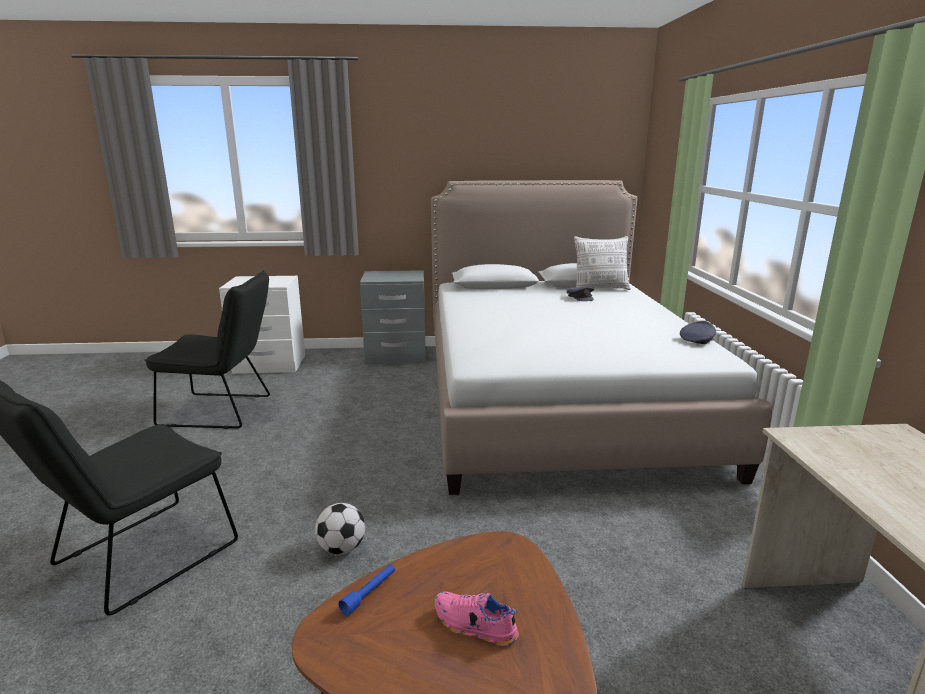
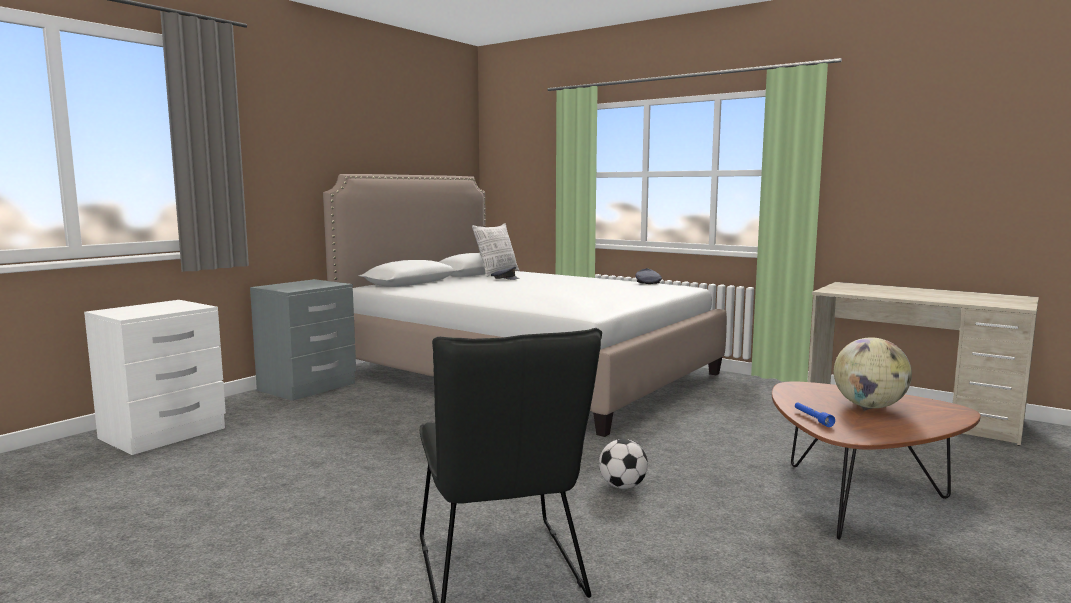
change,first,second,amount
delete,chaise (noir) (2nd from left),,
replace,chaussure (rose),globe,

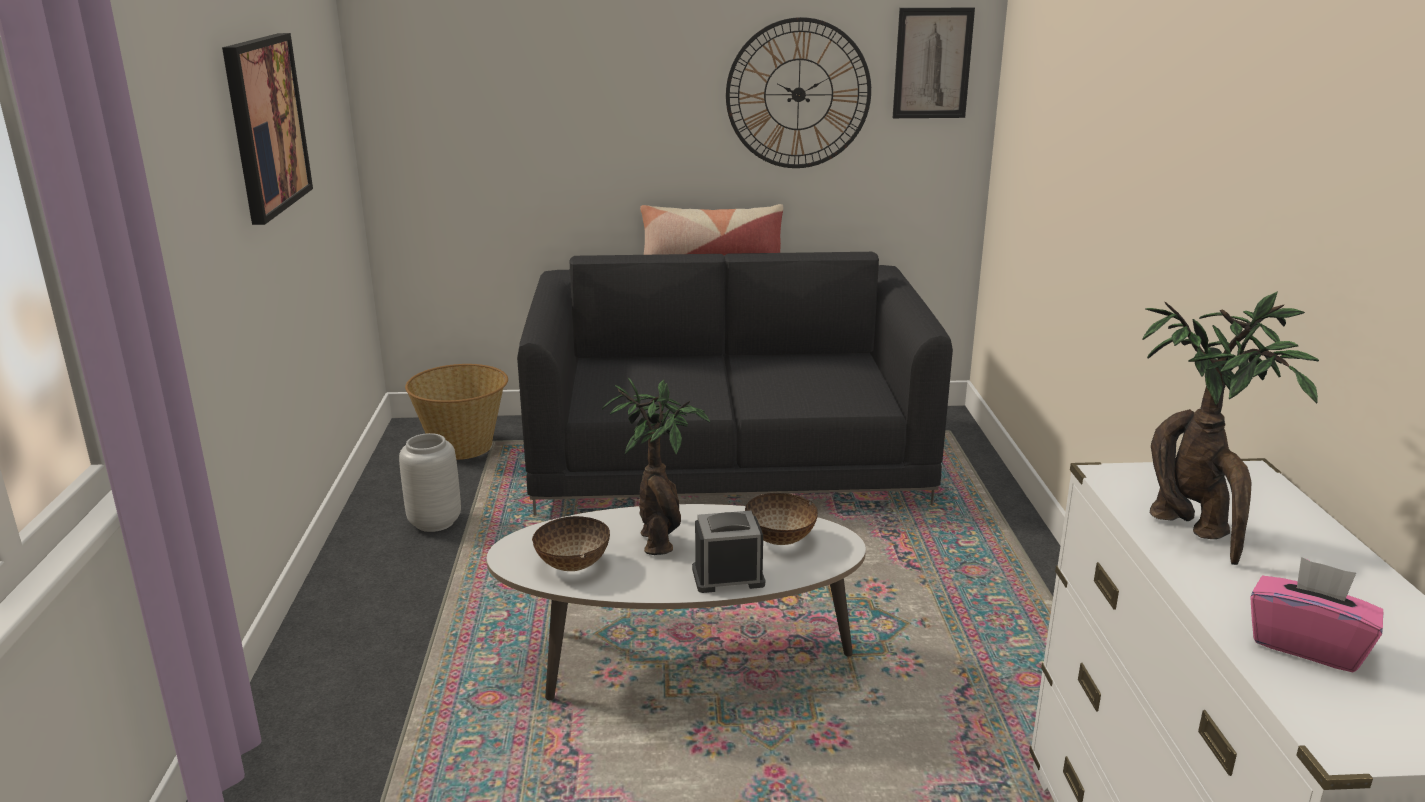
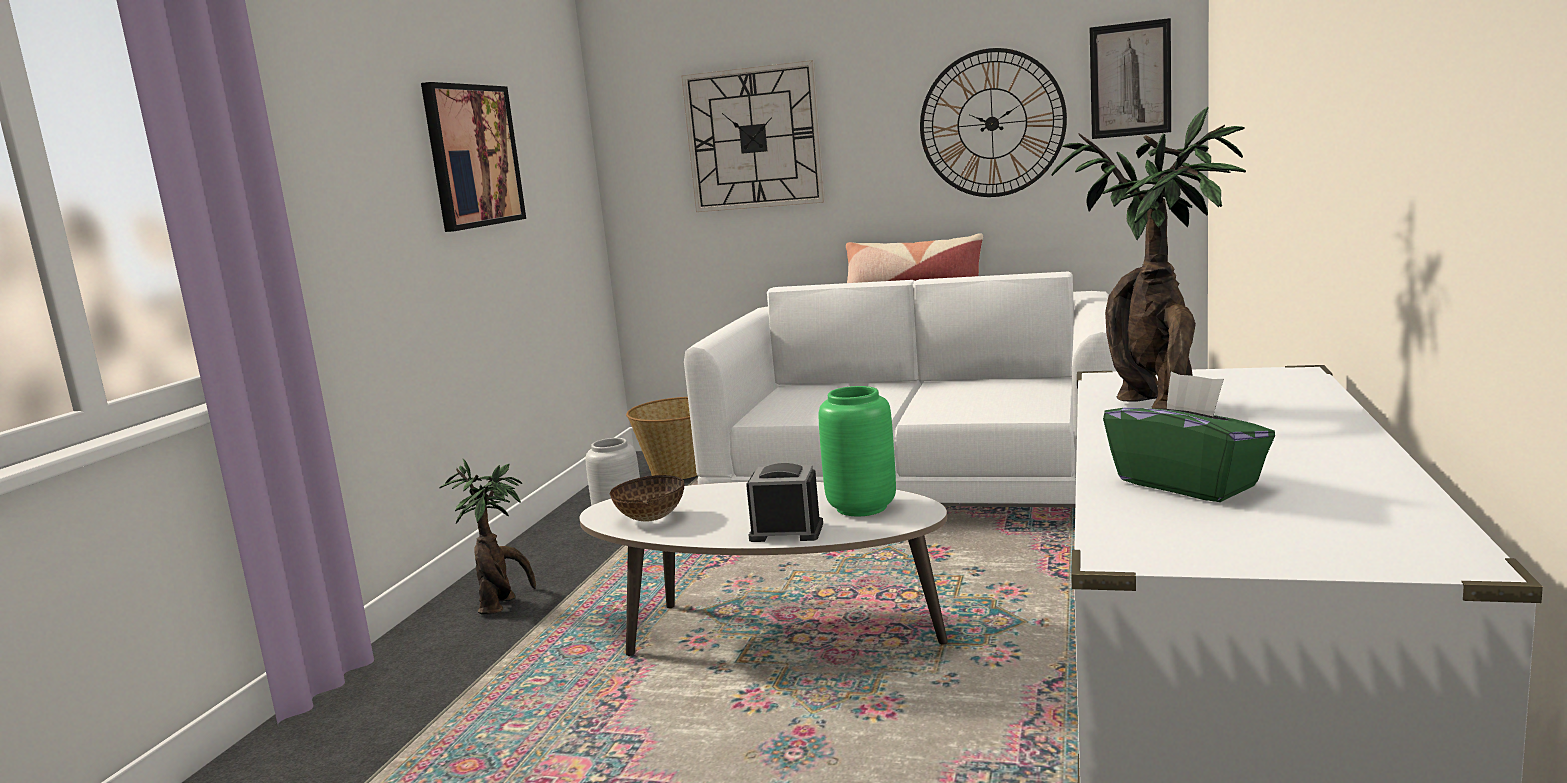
change,first,second,amount
recolor,canapé (noir),canapé (blanc),
move,plante en pot (1st from left),,
replace,bol (2nd from left),vase (vert),
recolor,boîte à mouchoirs (rose),boîte à mouchoirs (vert),
insert,,horloge murale (1st from left),

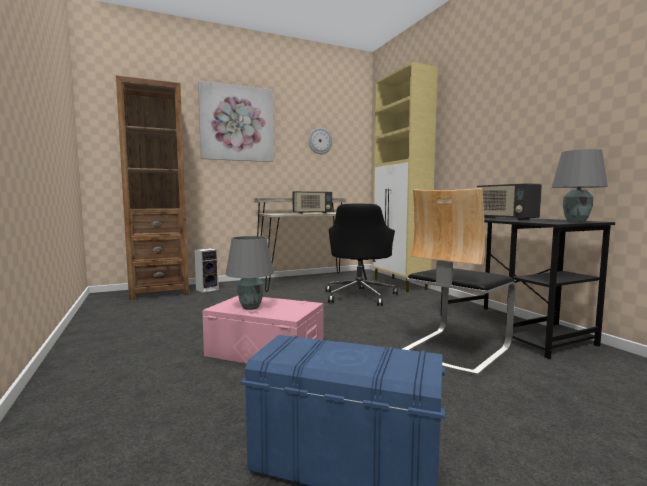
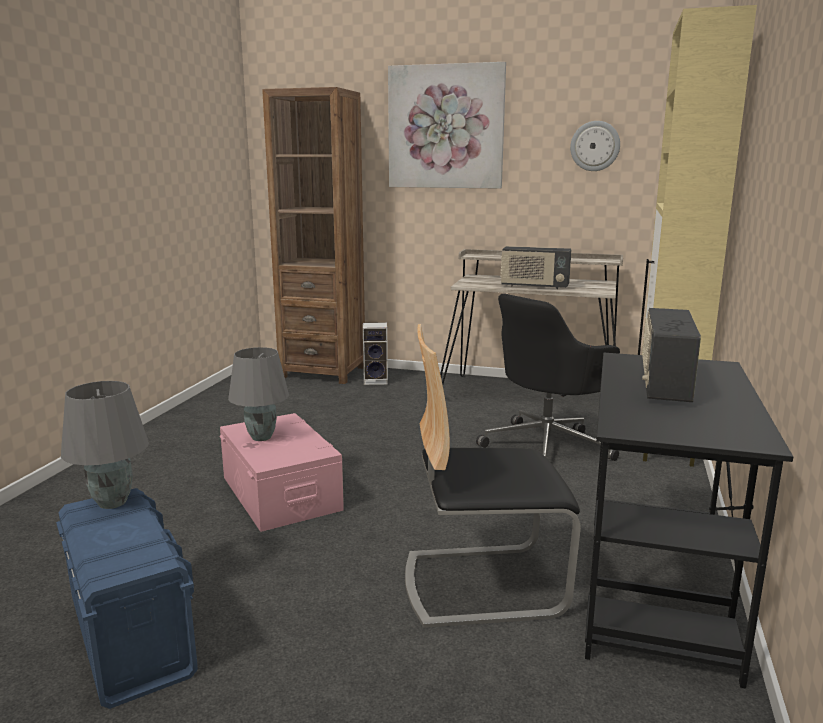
change,first,second,amount
move,lampe de table (gris) (2nd from left in the first image),lampe de table (gris) (1st from left),

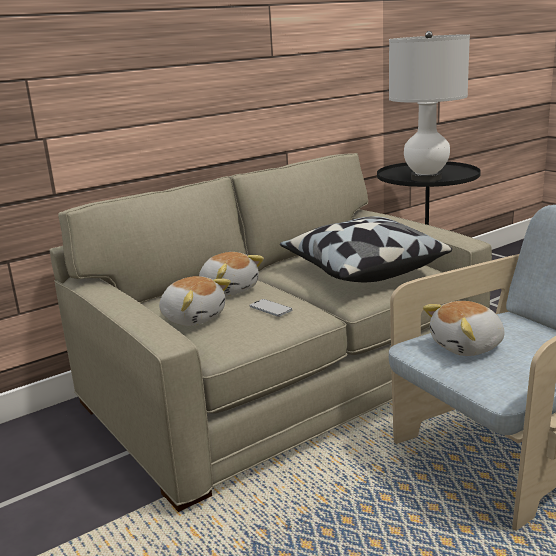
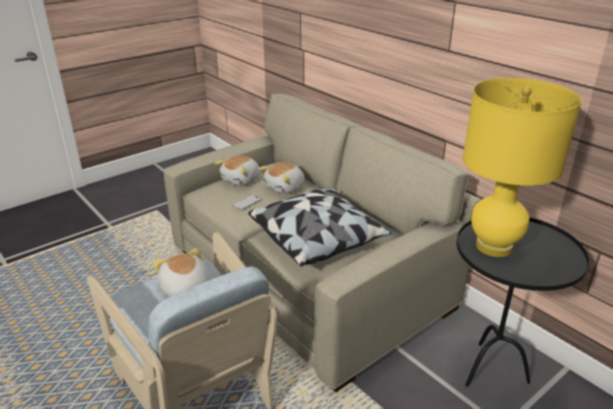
change,first,second,amount
recolor,lampe de table (blanc),lampe de table (jaune),

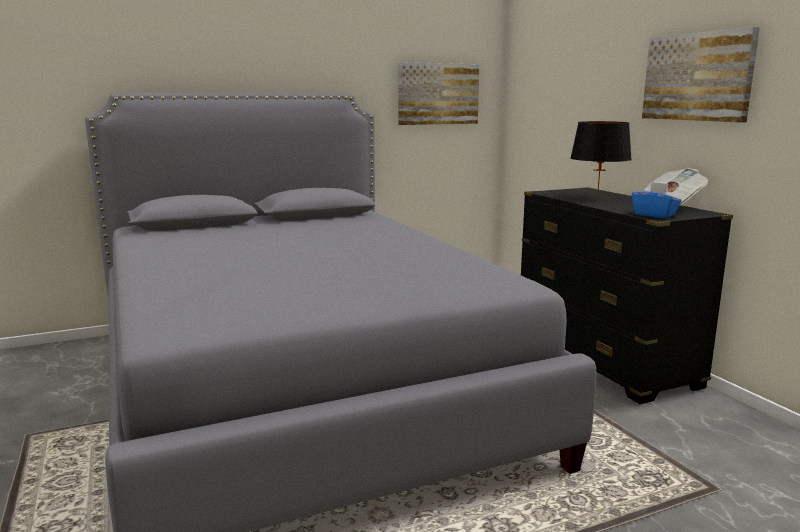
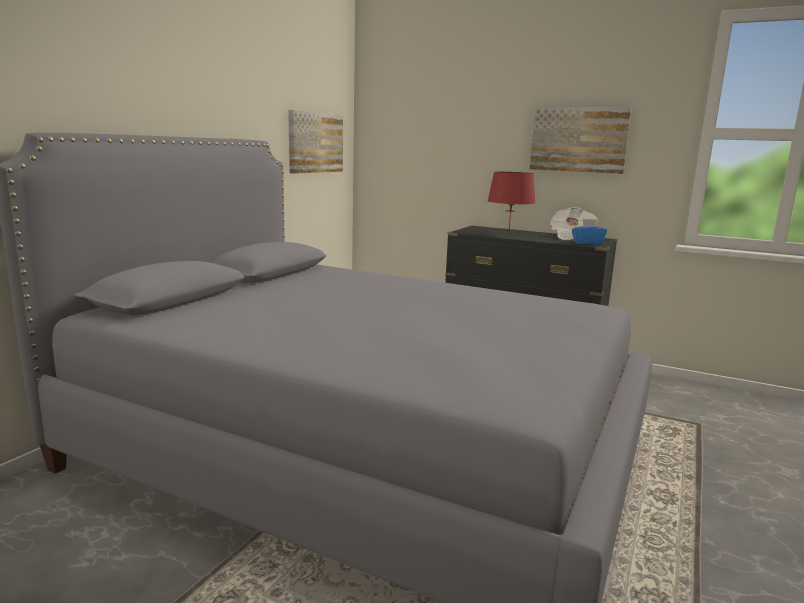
change,first,second,amount
recolor,lampe de table (noir),lampe de table (rouge),

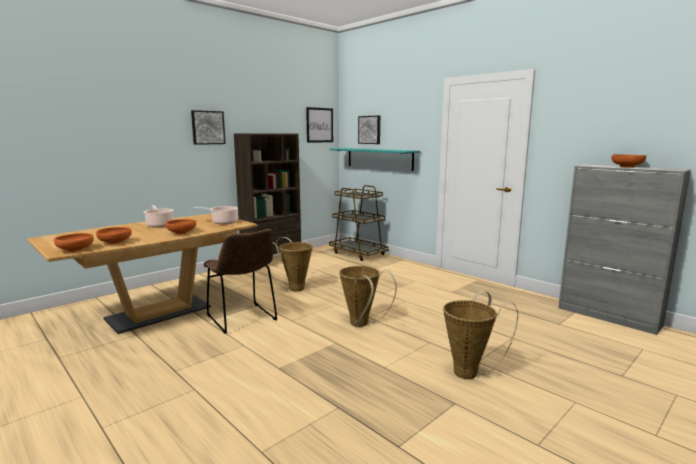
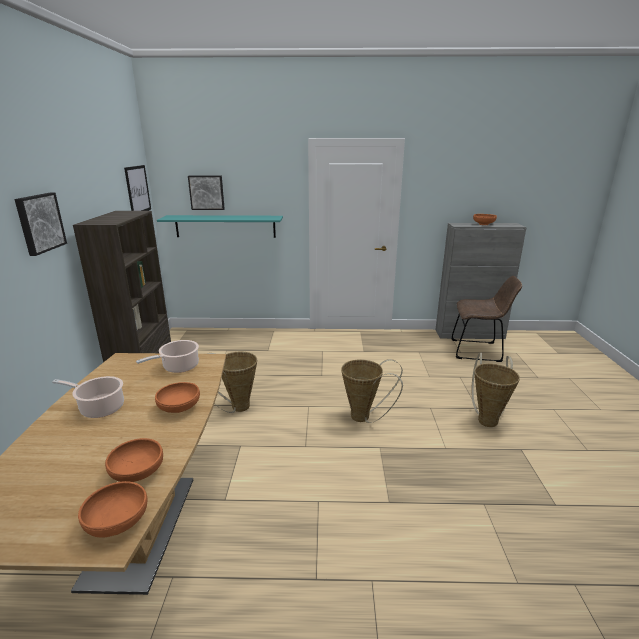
change,first,second,amount
move,chaise (marron),,
delete,chariot (marron),,

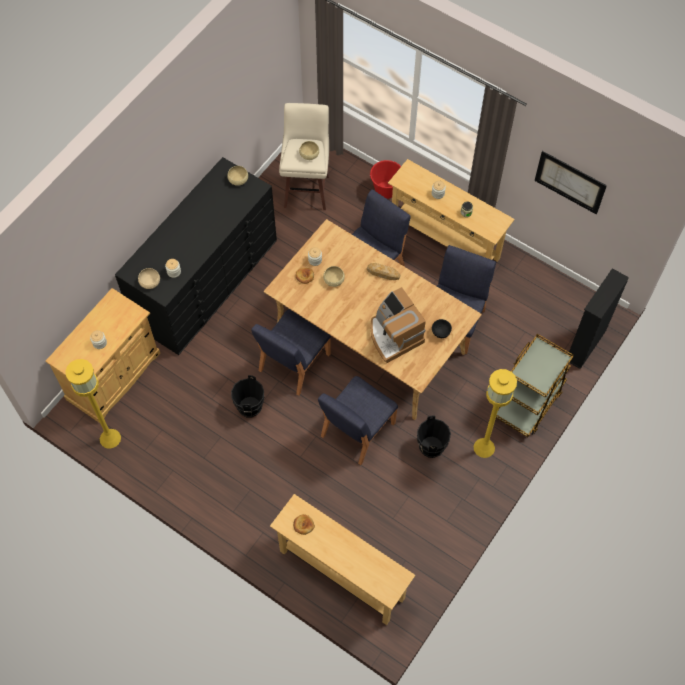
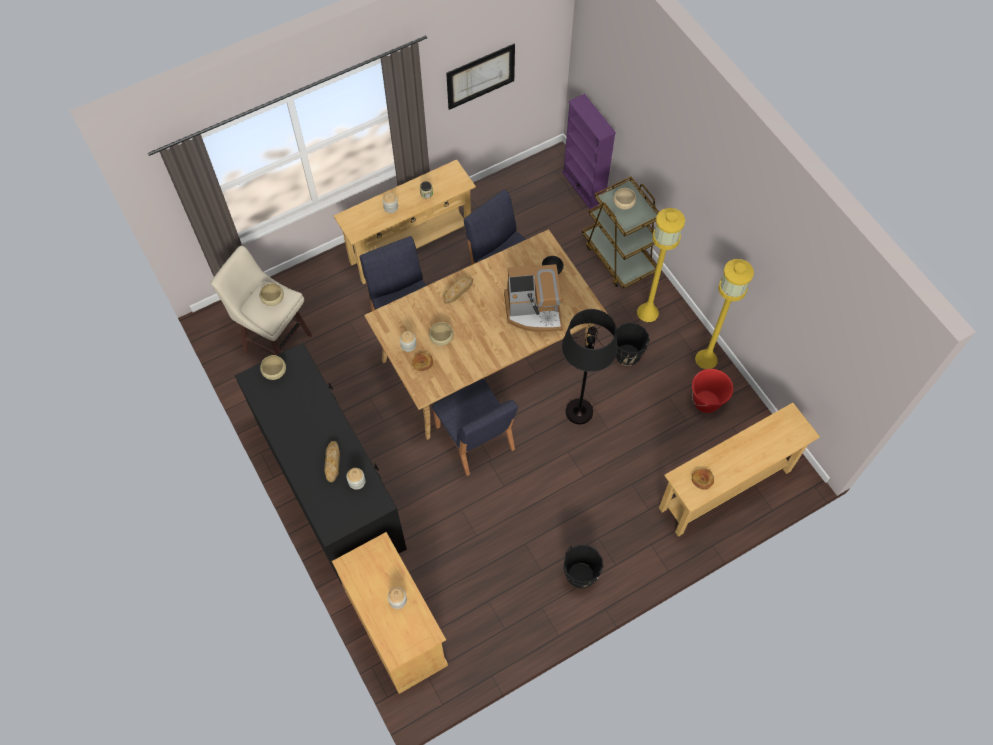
change,first,second,amount
move,lampadaire (jaune) (1st from left in the first image),lampadaire (jaune) (2nd from left),
move,bol (beige) (1st from left in the first image),bol (beige) (4th from left),
move,seau (noir) (1st from left),,
replace,chaise (bleu) (2nd from left),lampadaire (noir),
move,seau (rouge),,
recolor,bibliothèque (noir),bibliothèque (violet),
insert,,pain (1st from left),

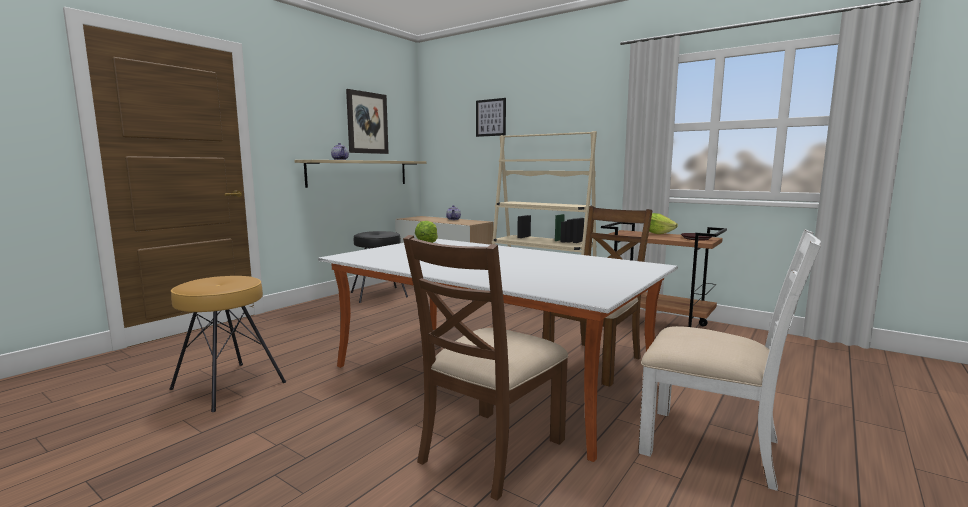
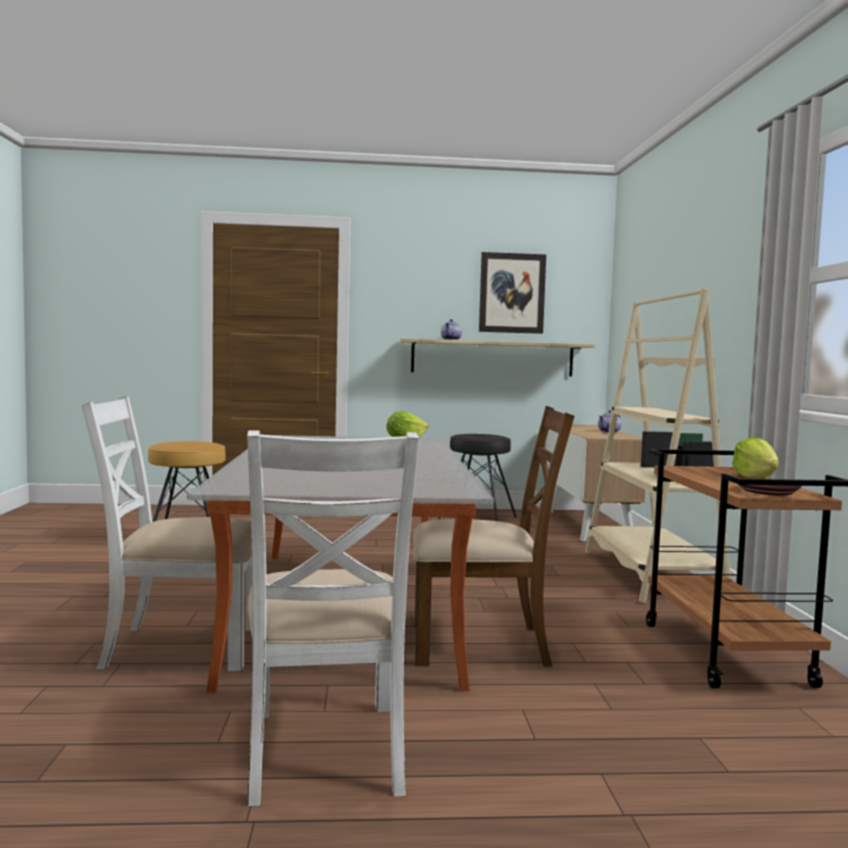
change,first,second,amount
recolor,chaise (marron) (1st from left),chaise (blanc) (1st from left),
delete,tableau (2nd from left),,

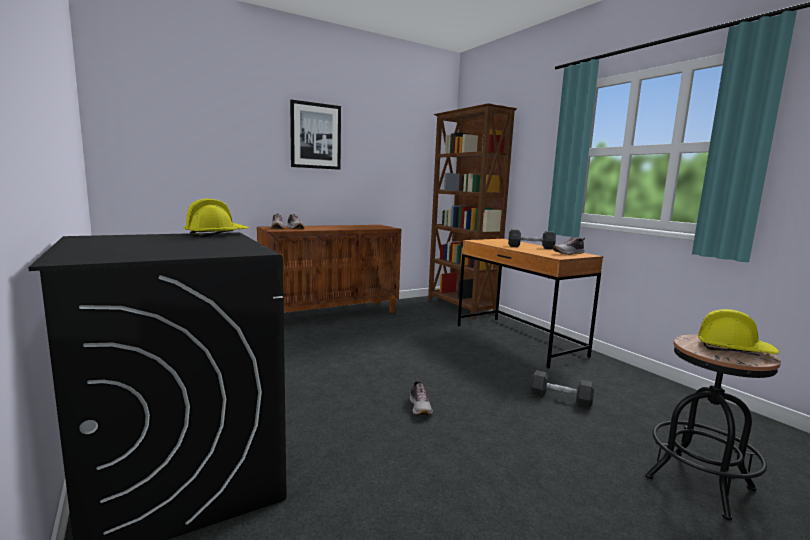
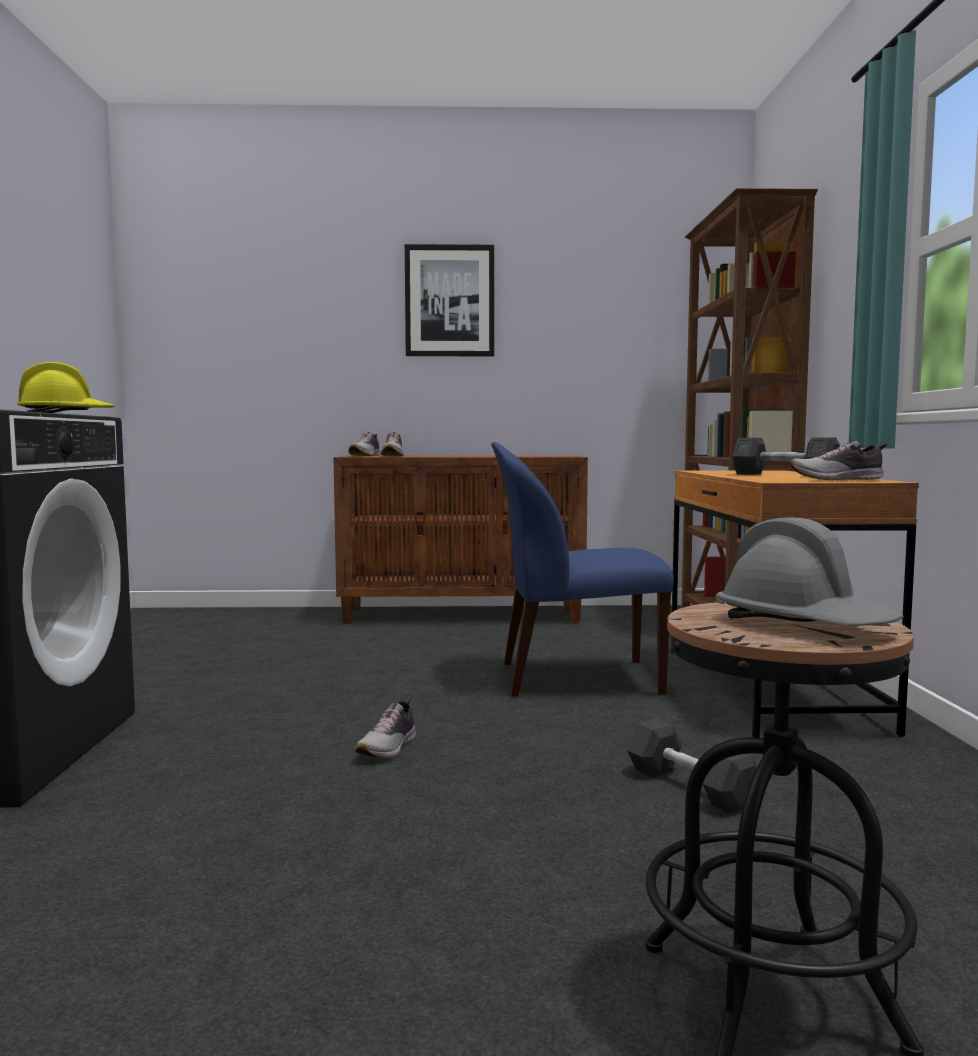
change,first,second,amount
recolor,casque de chantier (jaune) (2nd from left),casque de chantier (gris),
insert,,chaise (bleu),

